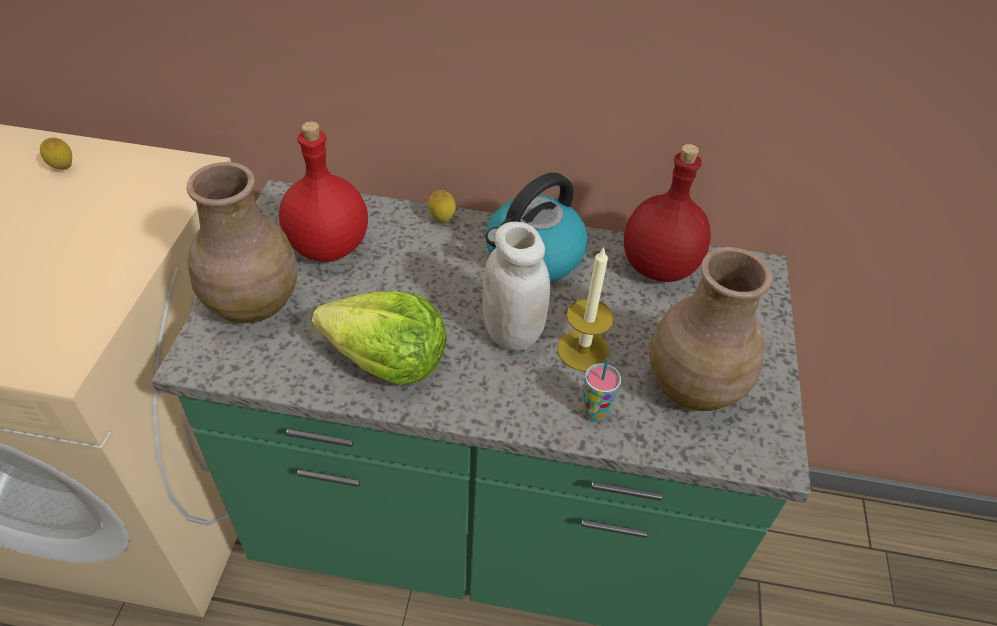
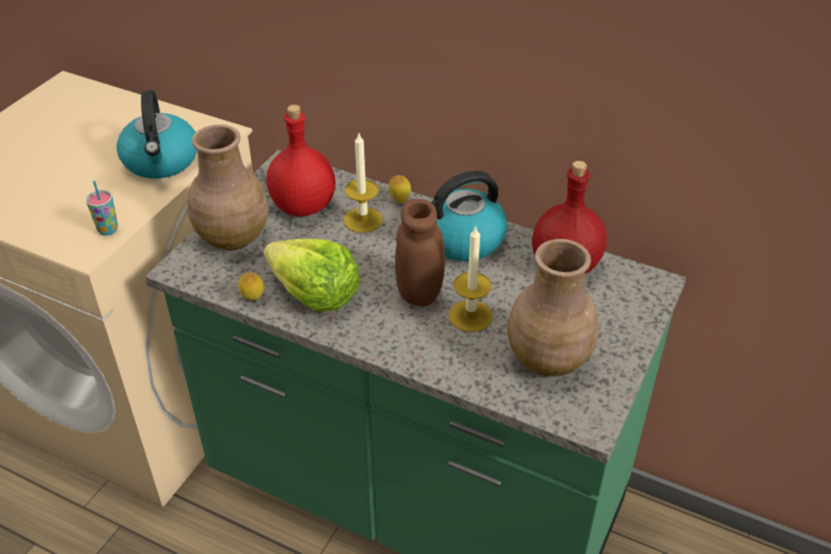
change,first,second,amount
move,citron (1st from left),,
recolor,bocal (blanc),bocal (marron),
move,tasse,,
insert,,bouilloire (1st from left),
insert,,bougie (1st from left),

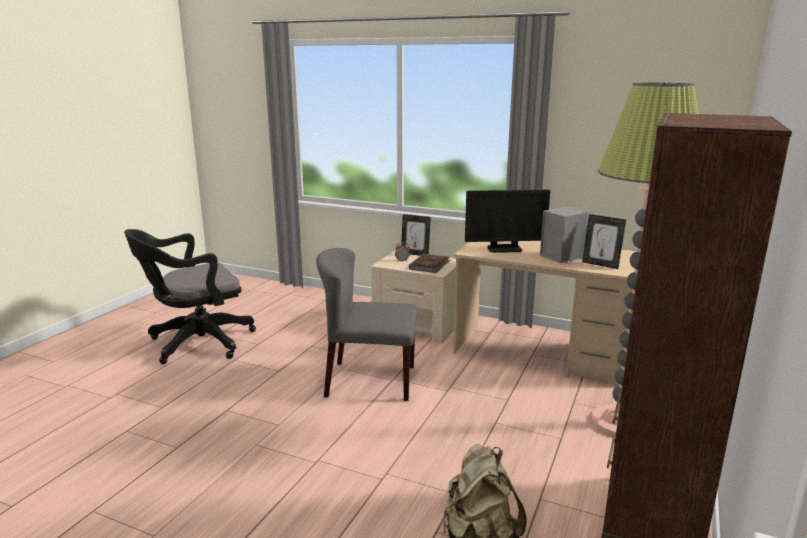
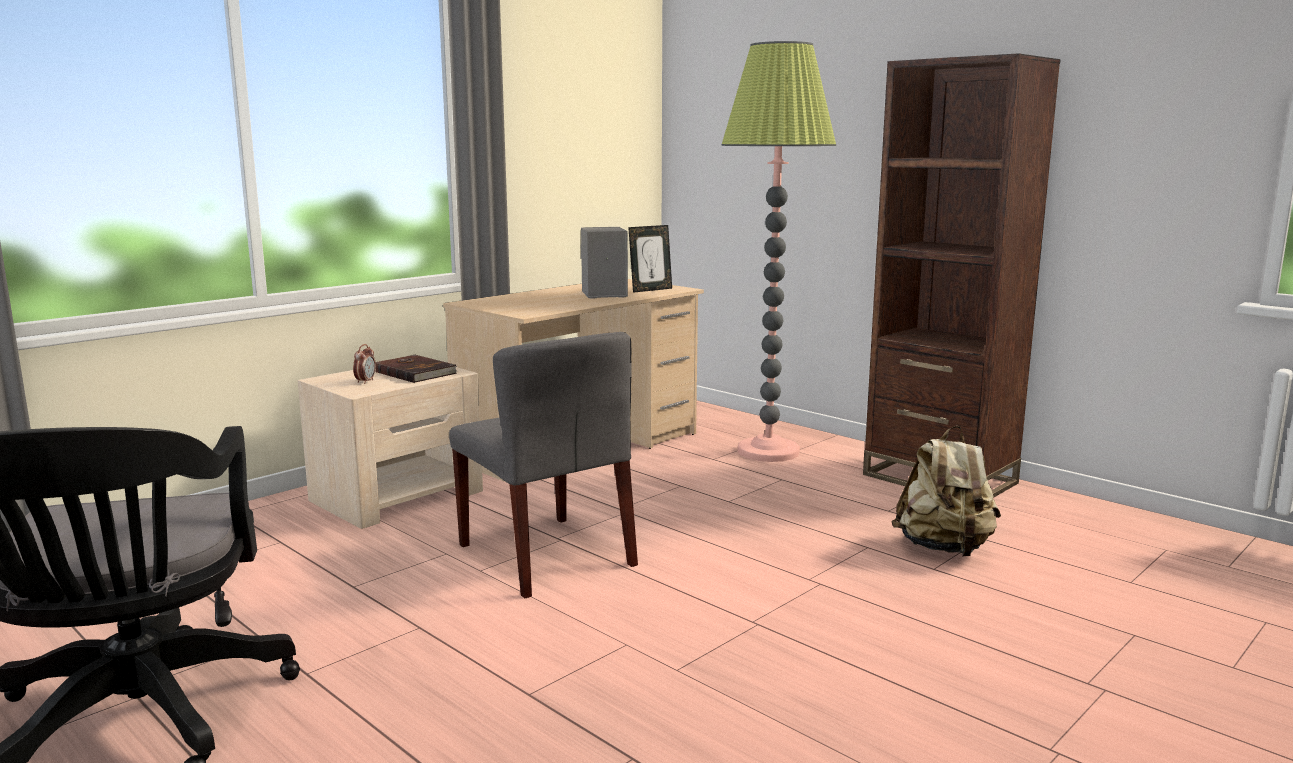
change,first,second,amount
rotate,chaise (gris),,60 degrees counterclockwise
delete,cadre photo (1st from left),,
delete,écran d'ordinateur,,

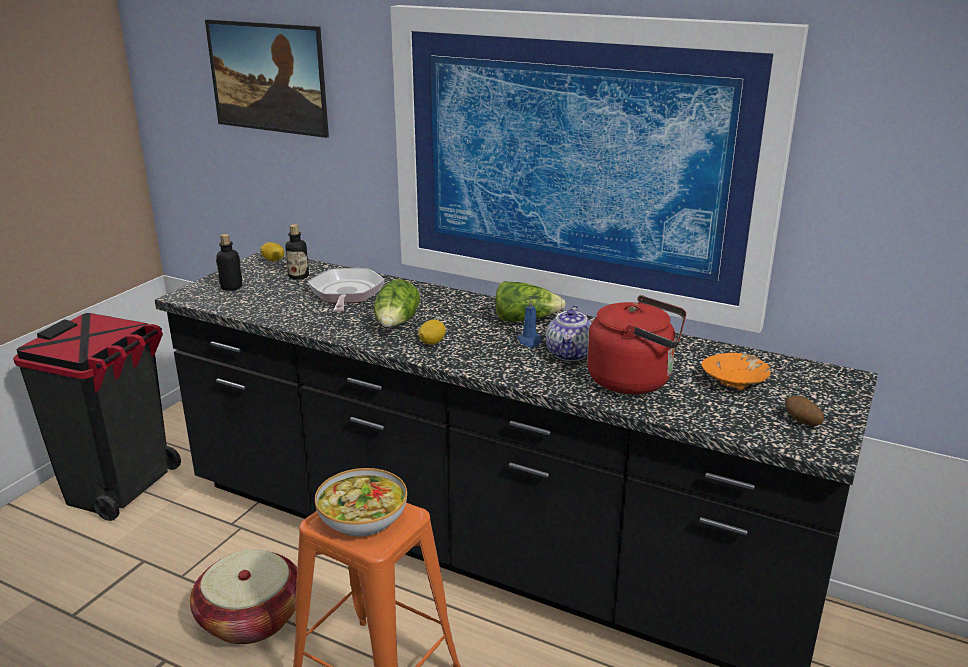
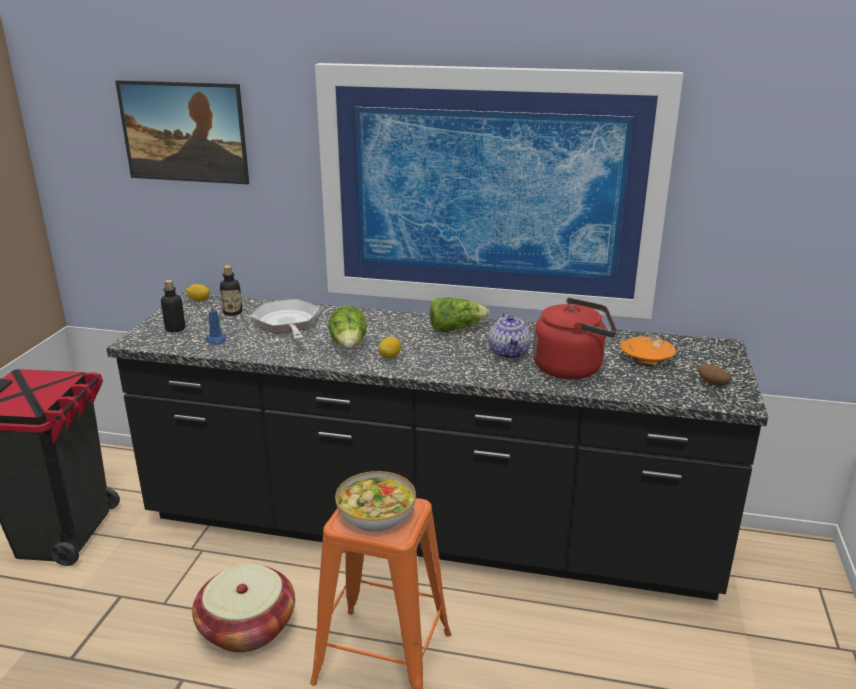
change,first,second,amount
move,bougie (bleu),,

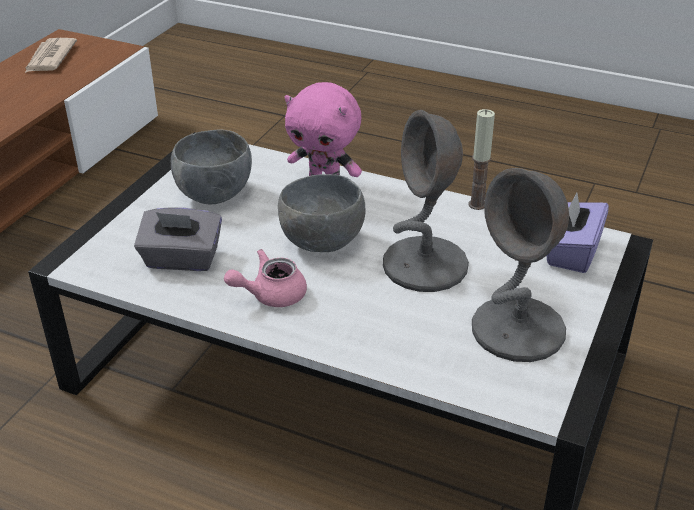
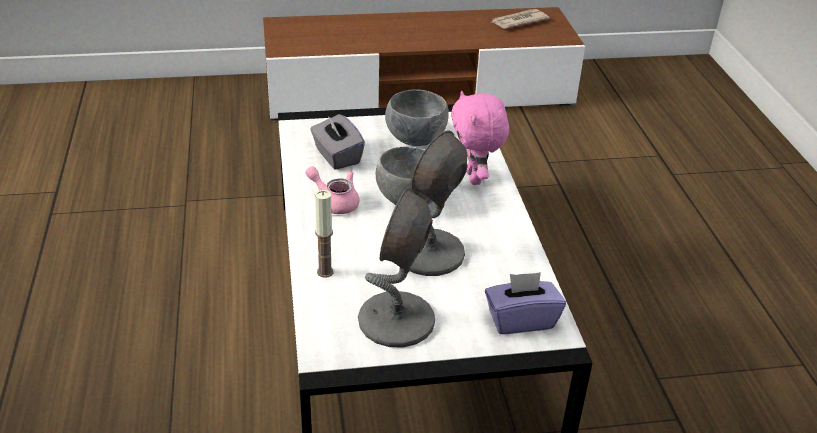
change,first,second,amount
move,bougie,,

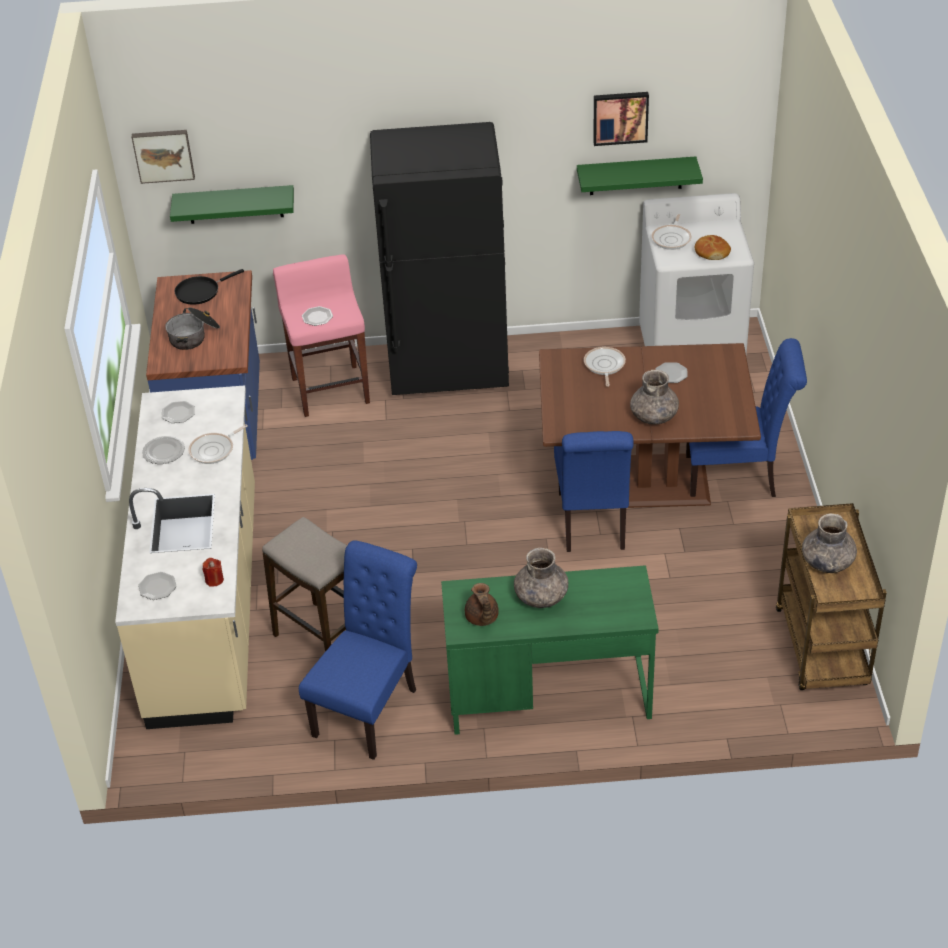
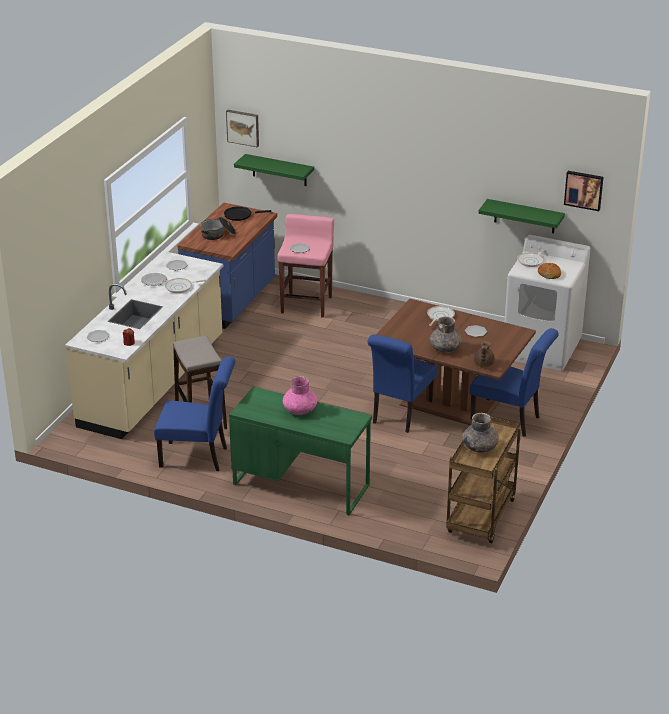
change,first,second,amount
rotate,chaise (bleu) (1st from left),,45 degrees clockwise
delete,réfrigérateur (noir),,
move,théière (marron),,
recolor,vase (gris) (1st from left),vase (rose),
move,tableau (2nd from left),,

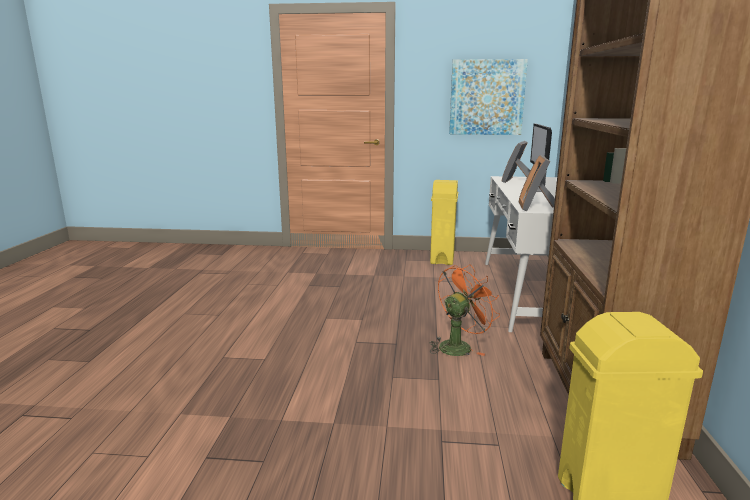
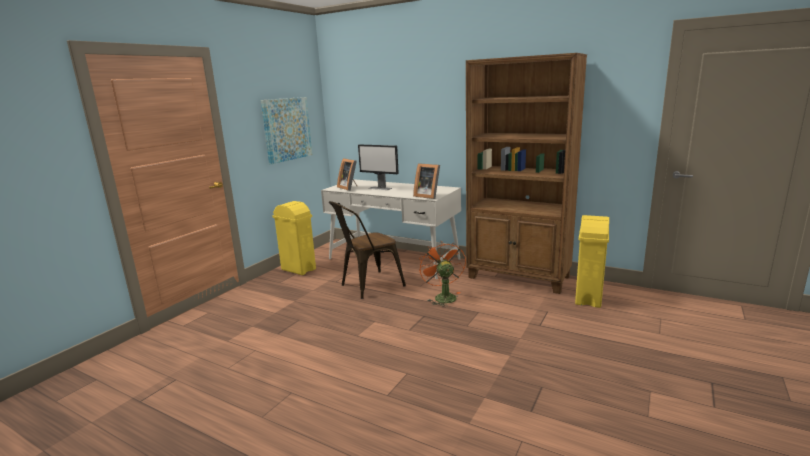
change,first,second,amount
insert,,chaise (marron),

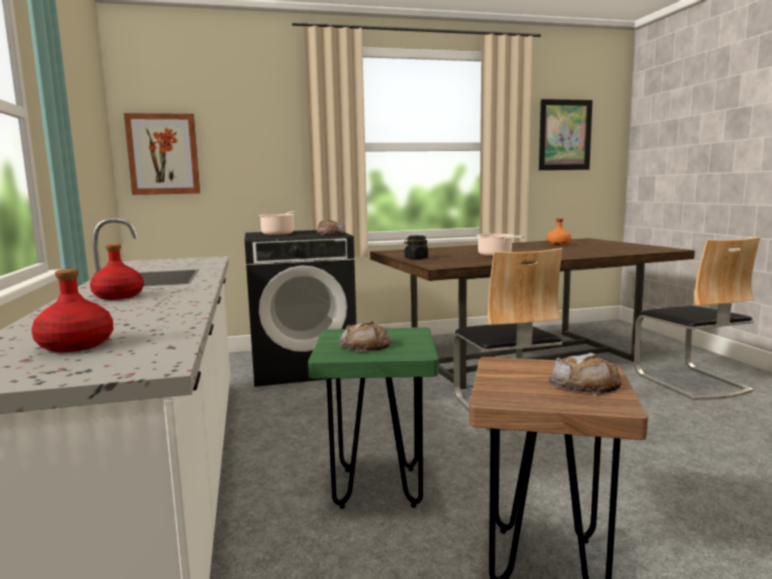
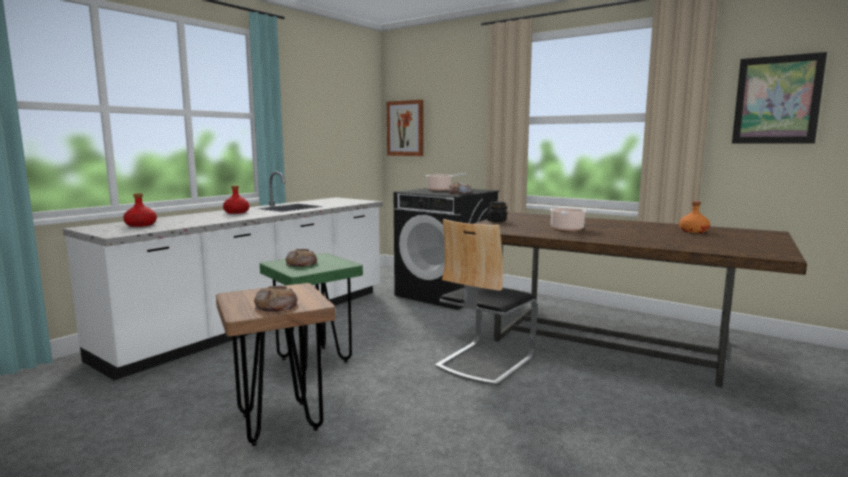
change,first,second,amount
delete,chaise (2nd from left),,

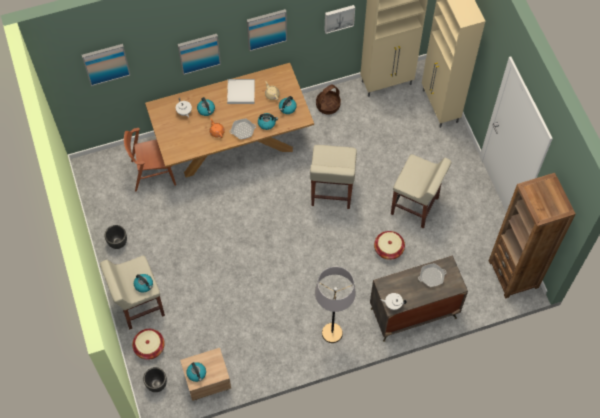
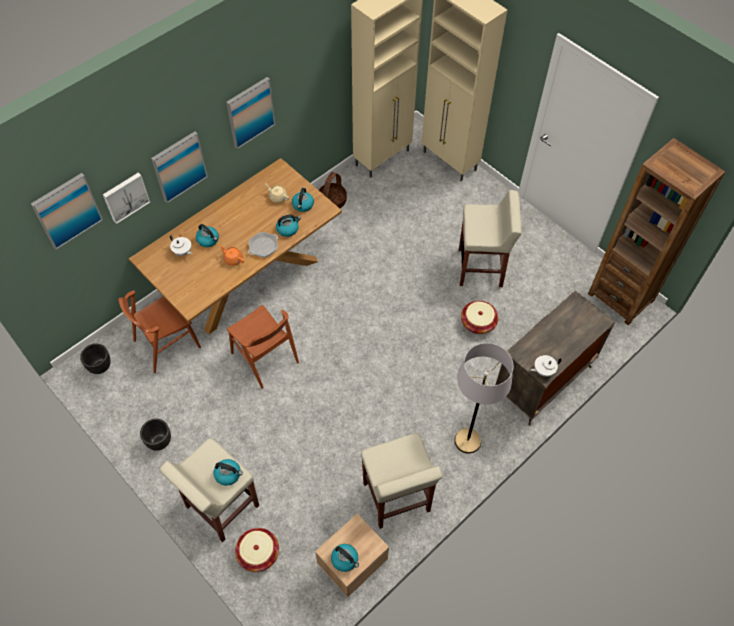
change,first,second,amount
move,cache-pot (noir) (2nd from left in the first image),cache-pot (noir) (1st from left),
delete,plateau (blanc),,
move,tabouret (beige) (2nd from left),,
move,tableau (4th from left in the first image),tableau (2nd from left),
delete,poêle (2nd from left),,
insert,,chaise (marron) (2nd from left),

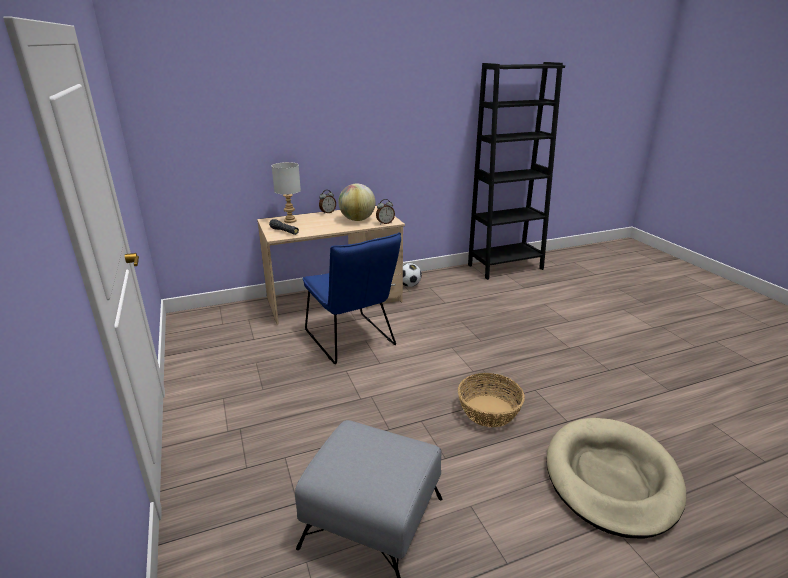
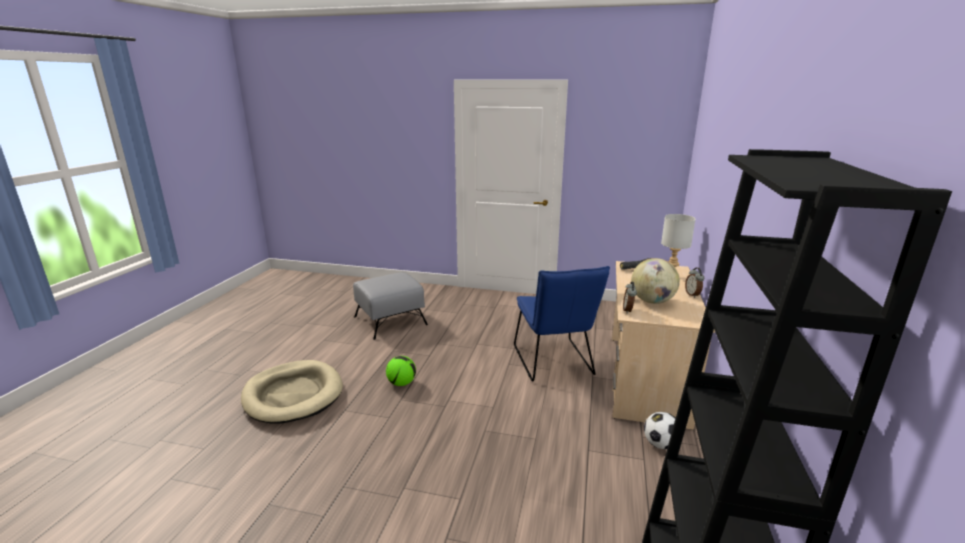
change,first,second,amount
rotate,chaise (bleu),,105 degrees counterclockwise
replace,panier,ballon de foot (1st from left),

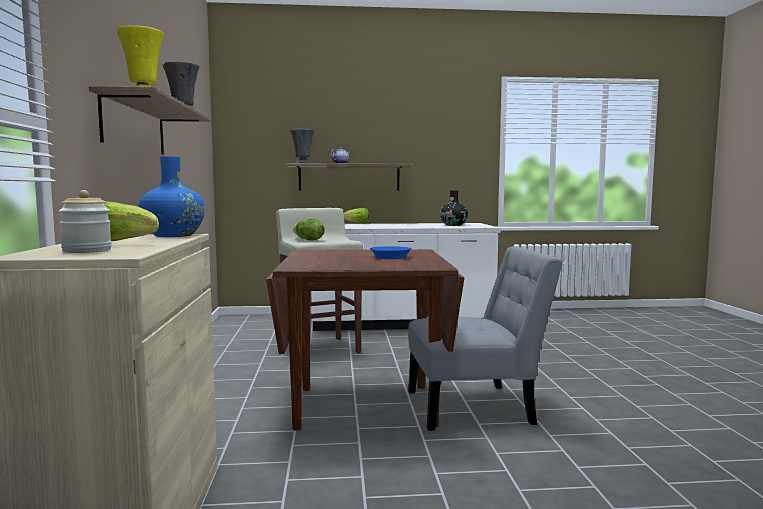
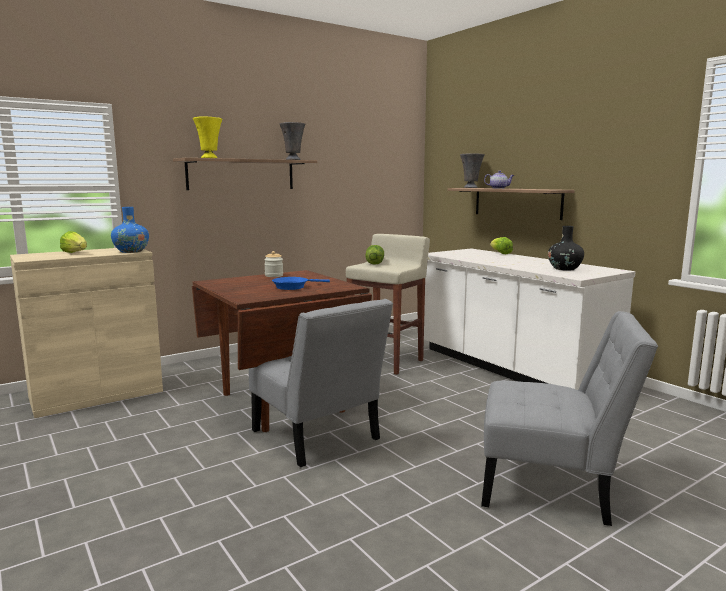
change,first,second,amount
move,bocal,,
insert,,chaise (gris) (2nd from left),

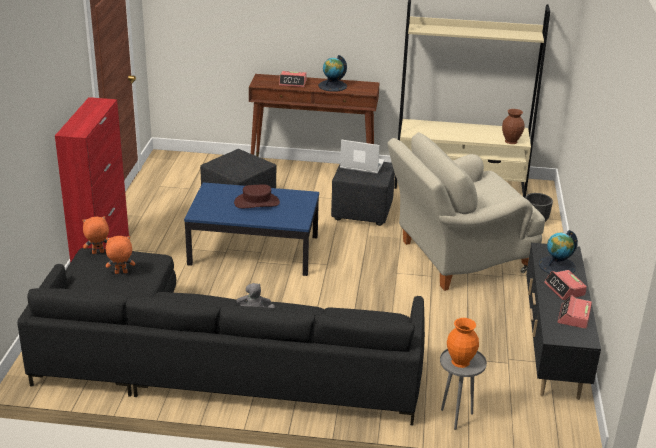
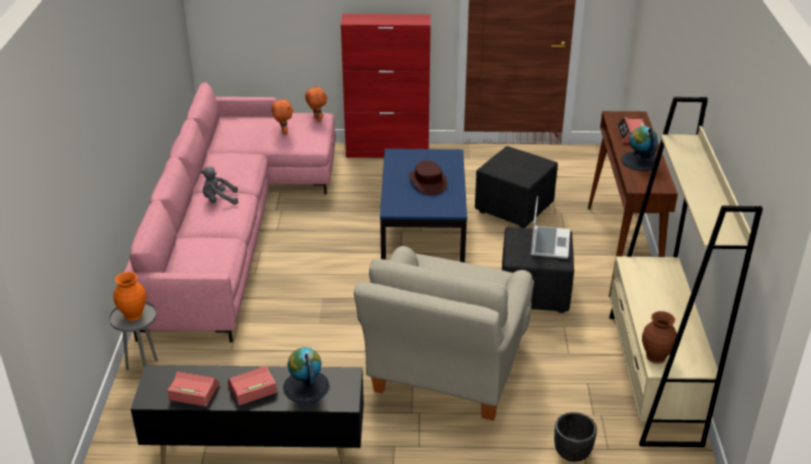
change,first,second,amount
recolor,canapé (noir),canapé (rose),
rotate,fauteuil (beige),,135 degrees counterclockwise

